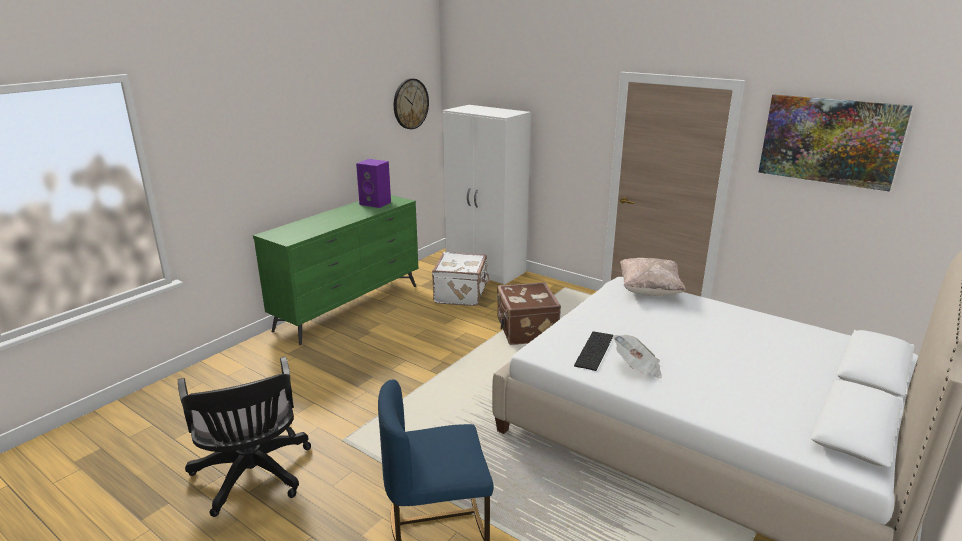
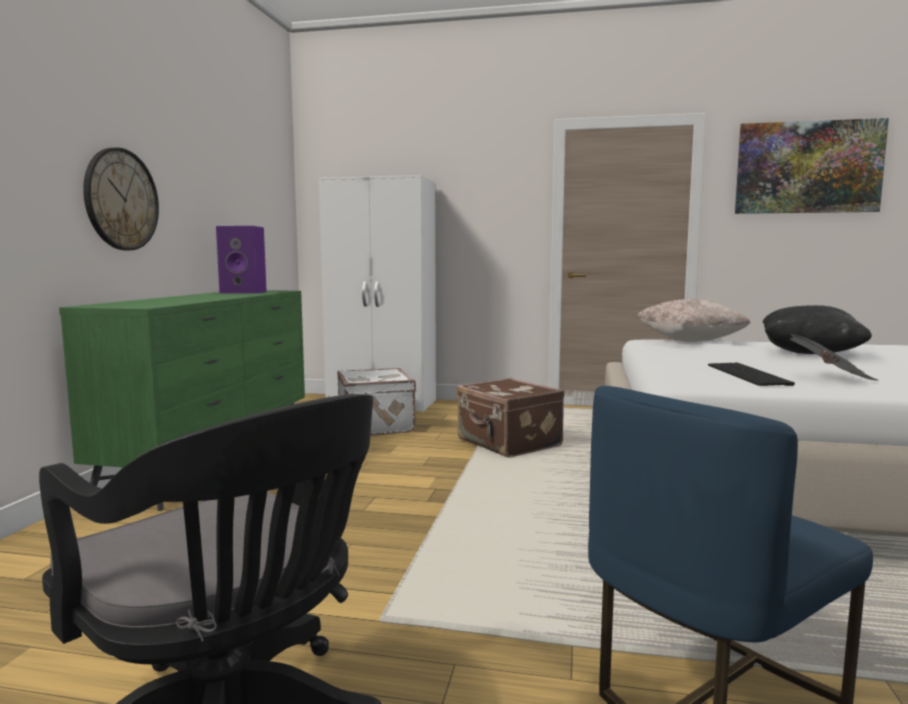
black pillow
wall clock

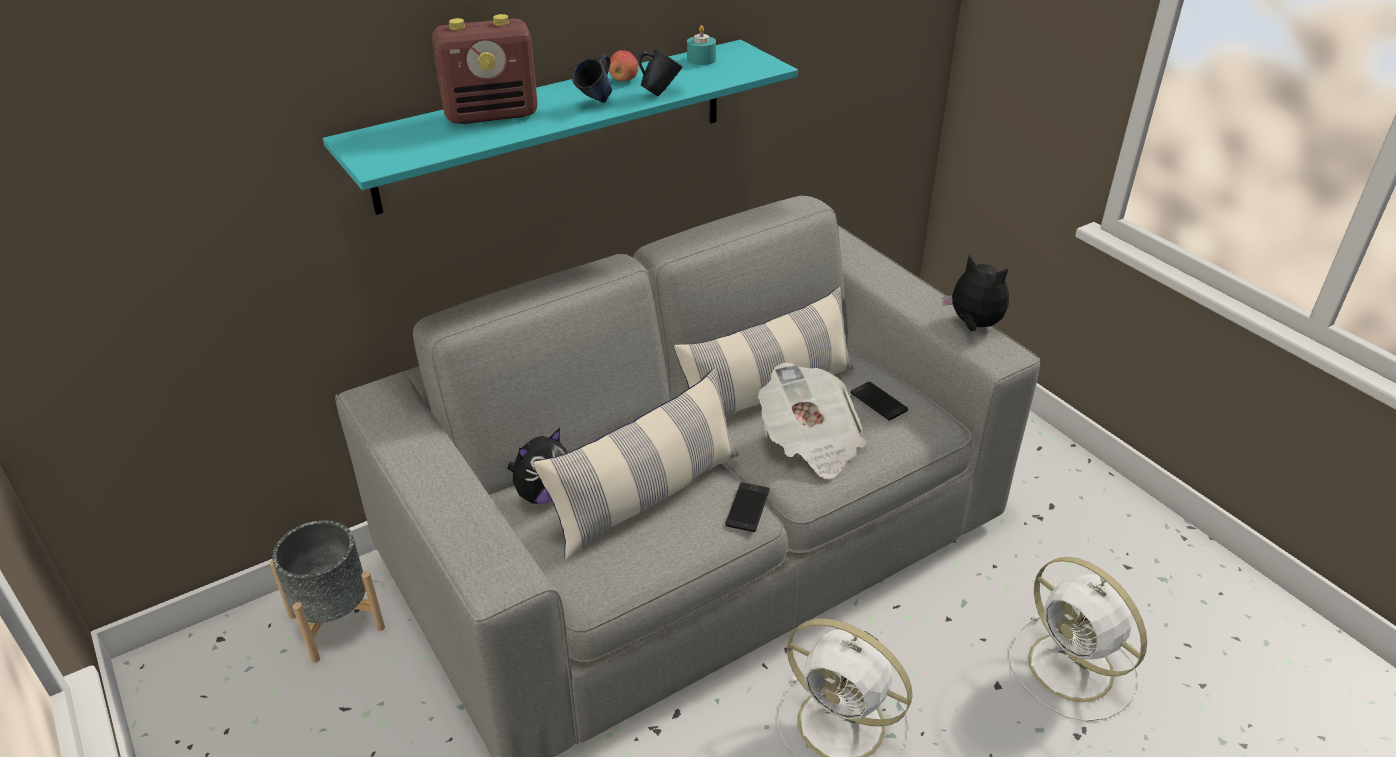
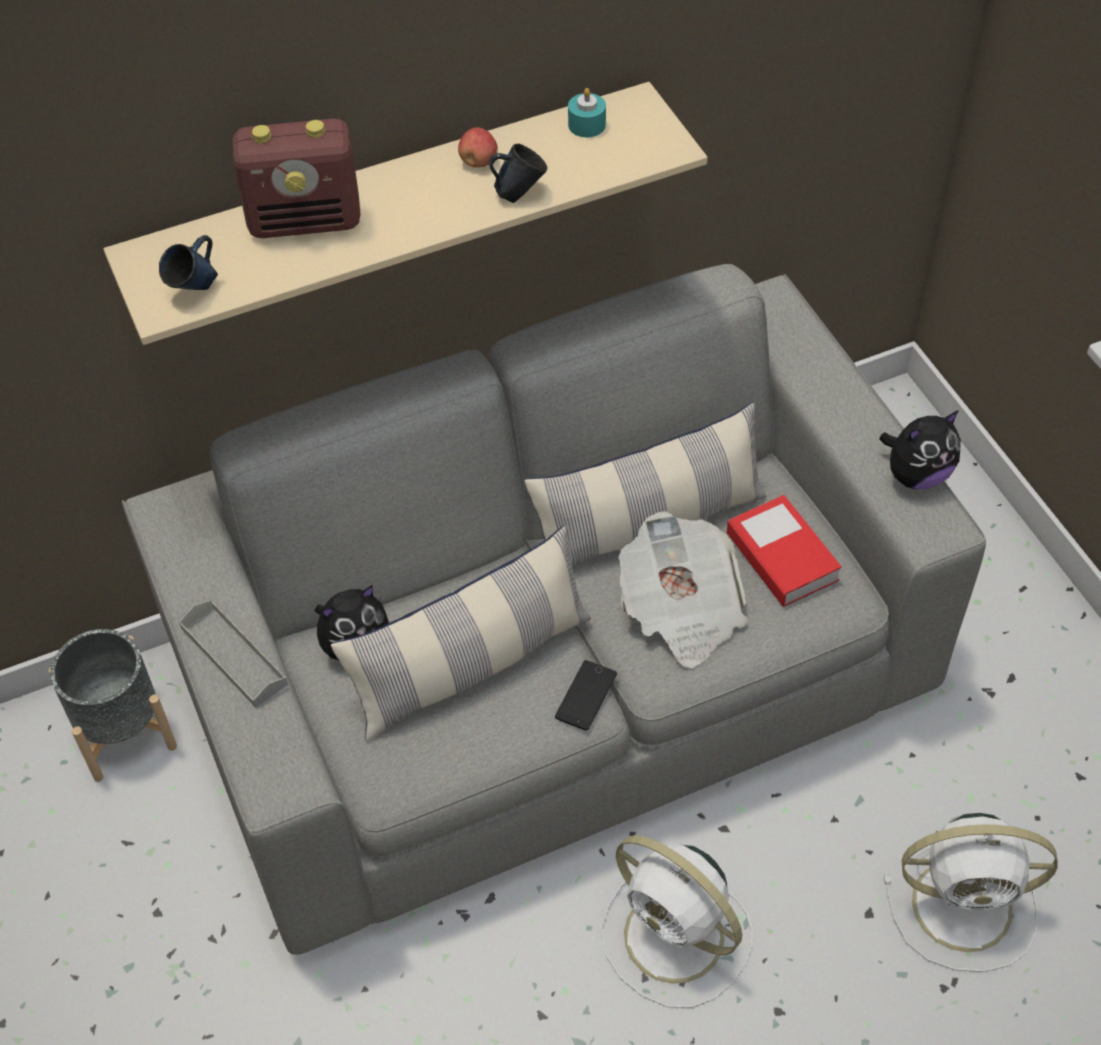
grey tray
blue mug (no. 1 from left)
book
beige shelf
plush toy (no. 2 from left)
white fan (no. 2 from left)

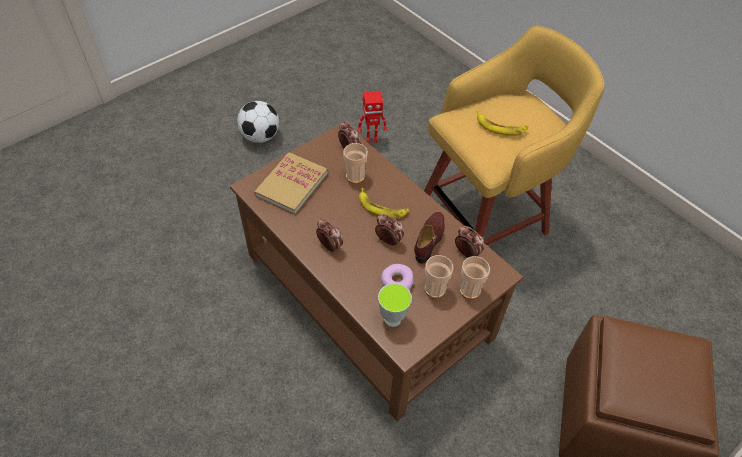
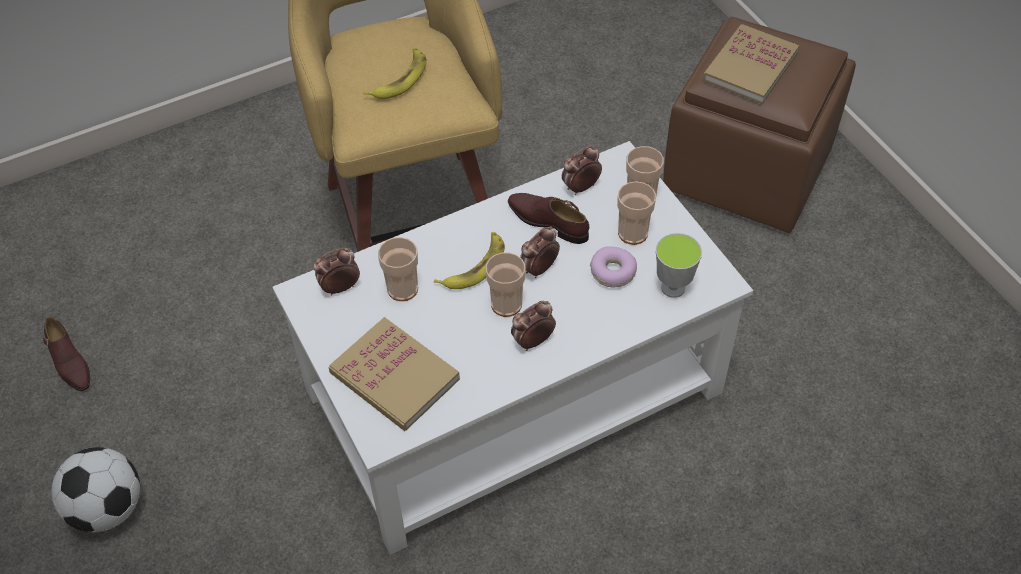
toy robot
brown shoe (no. 1 from left)
cup (no. 2 from left)
book (no. 2 from left)
white coffee table

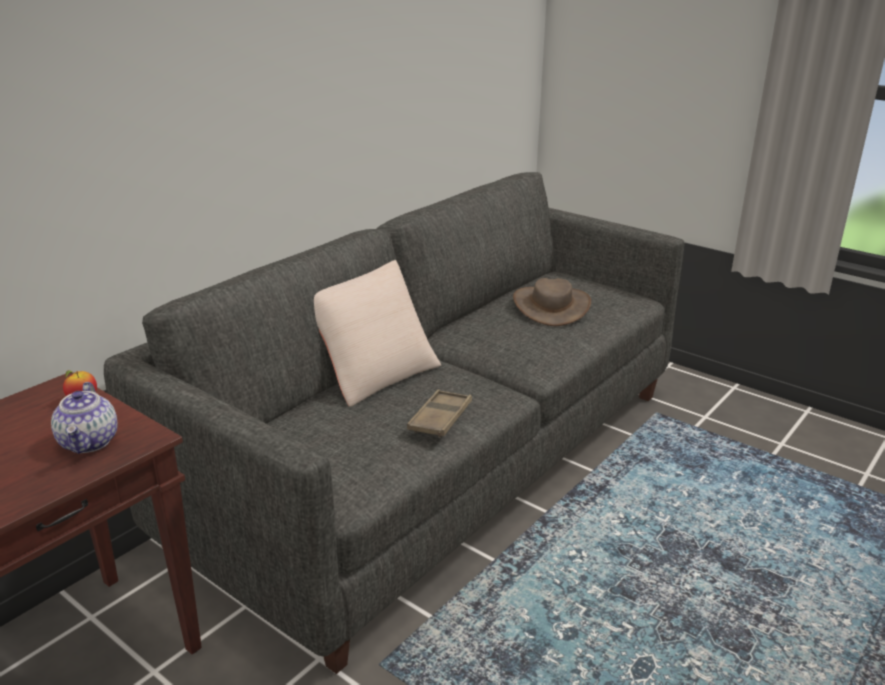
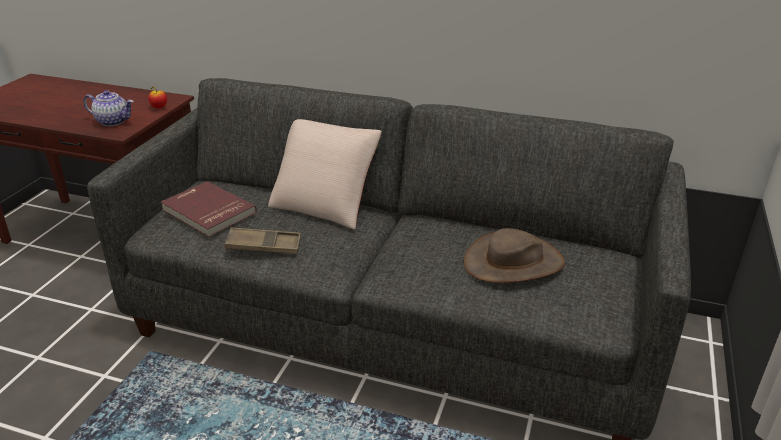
red book
teapot

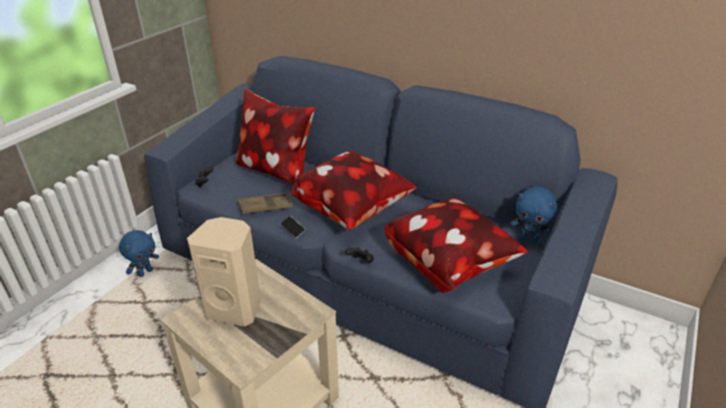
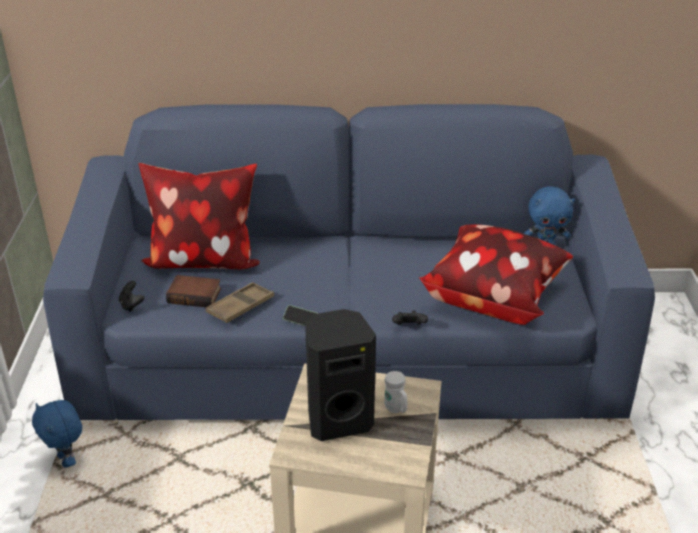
pillow (no. 2 from left in the first image)
book
white mug
black speaker
blue plush toy (no. 1 from left)

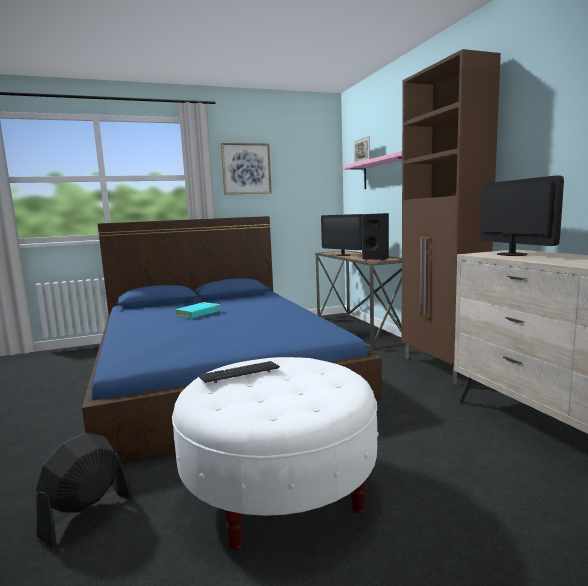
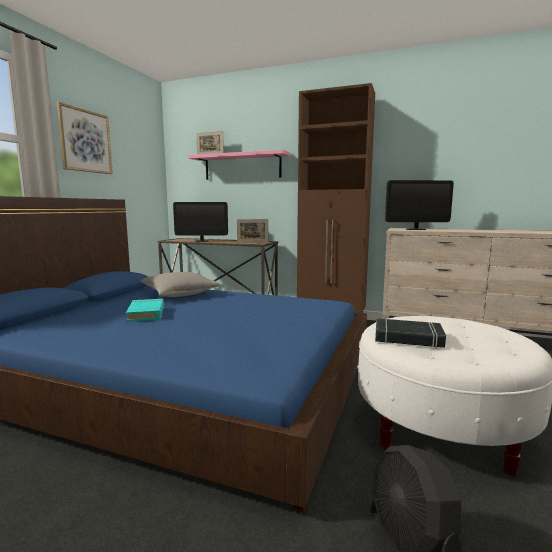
grey pillow
black book
picture frame (no. 2 from left)
monitor (no. 2 from left)

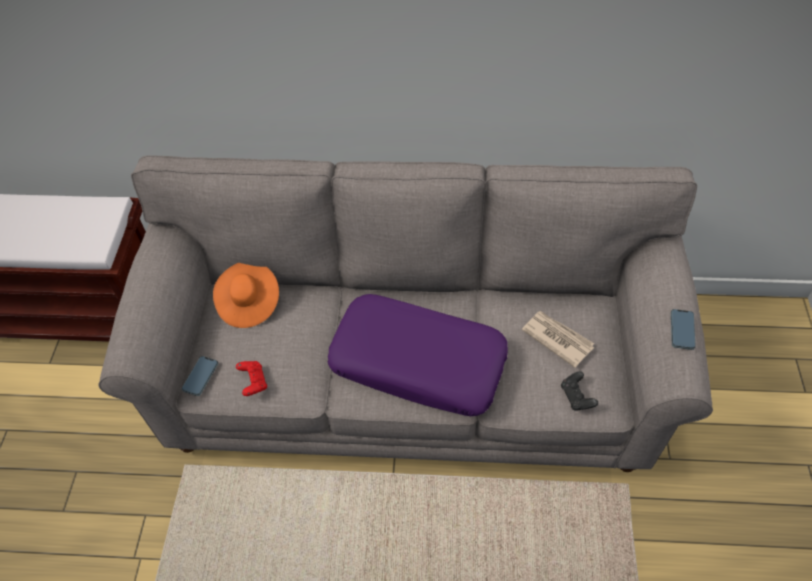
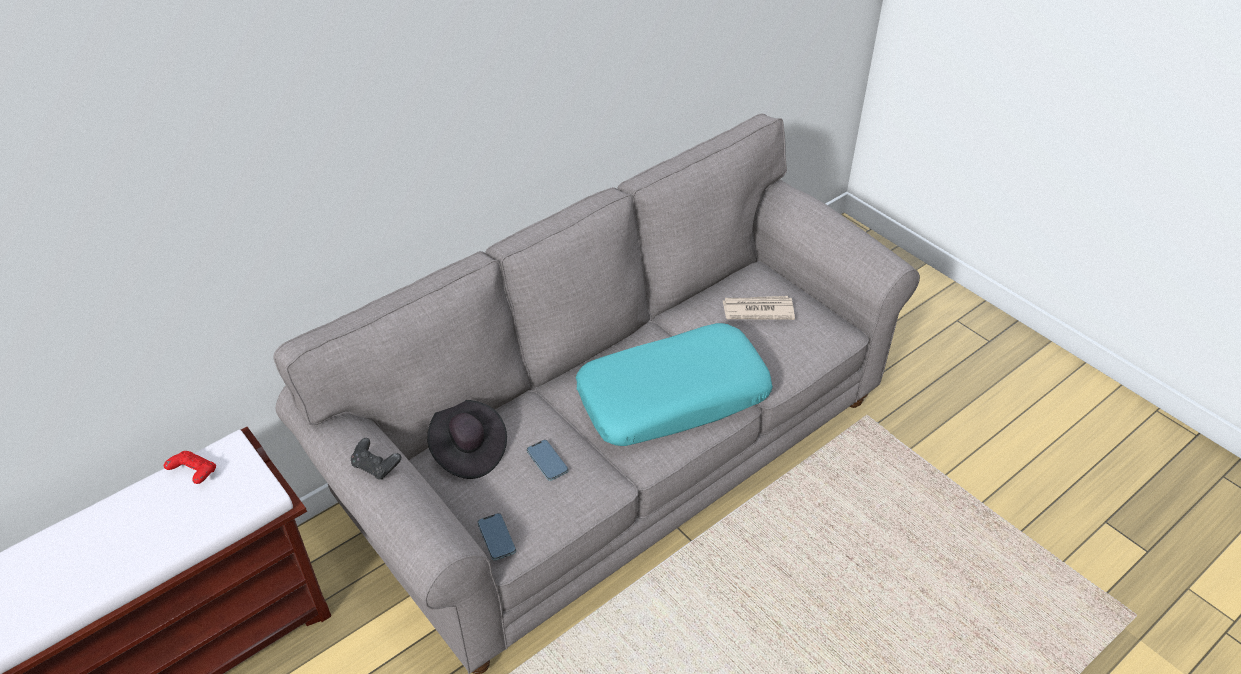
red game controller
black game controller
phone (no. 2 from left)
black hat
turquoise pillow

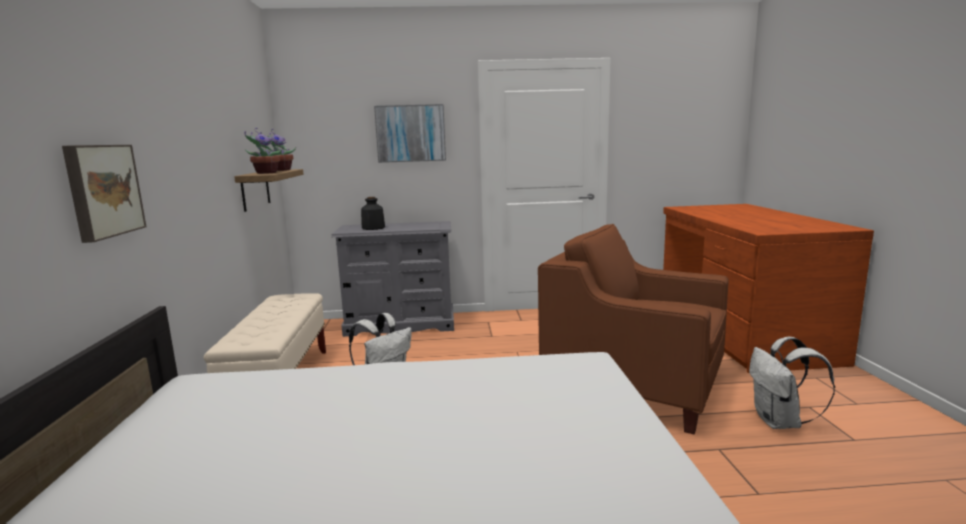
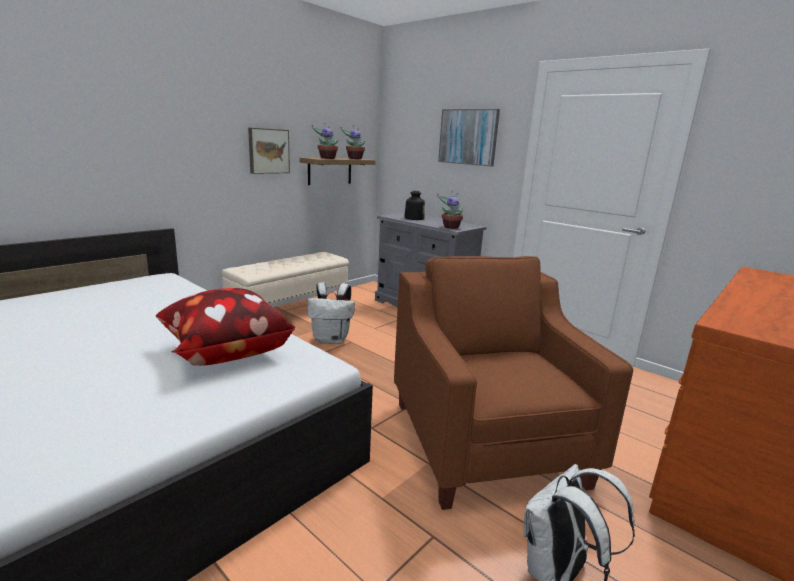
pillow
potted plant (no. 3 from left)
picture (no. 1 from left)

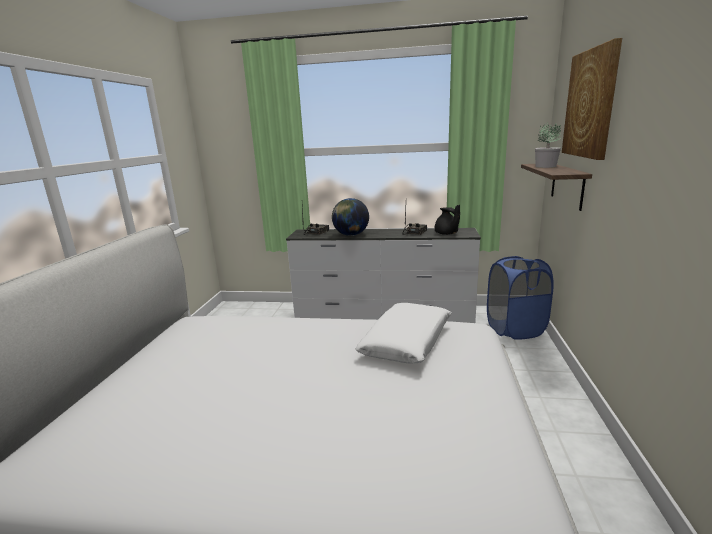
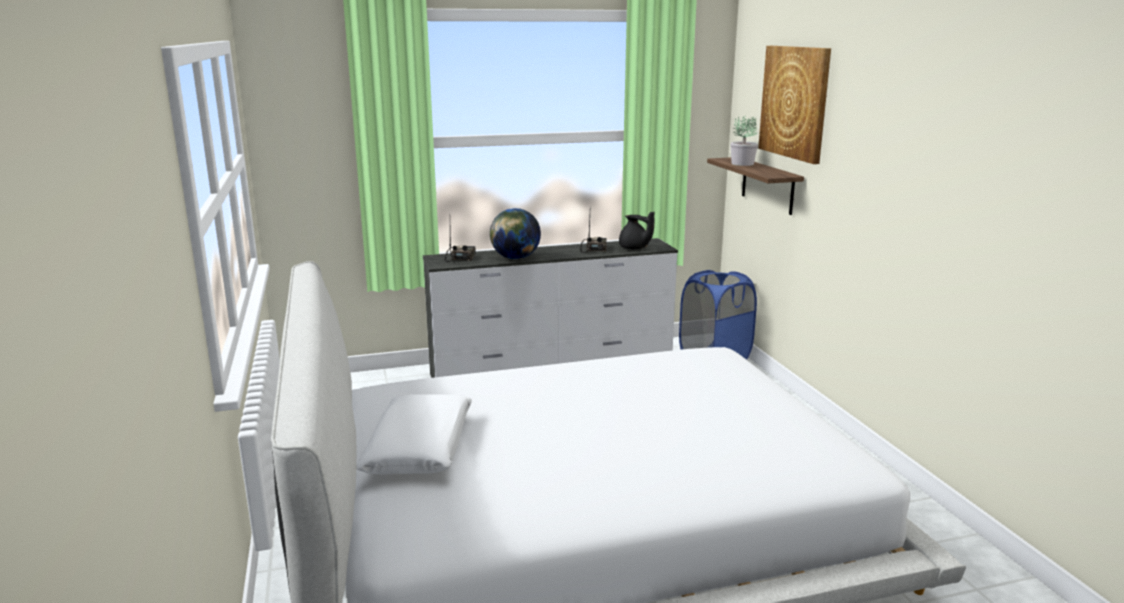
white pillow

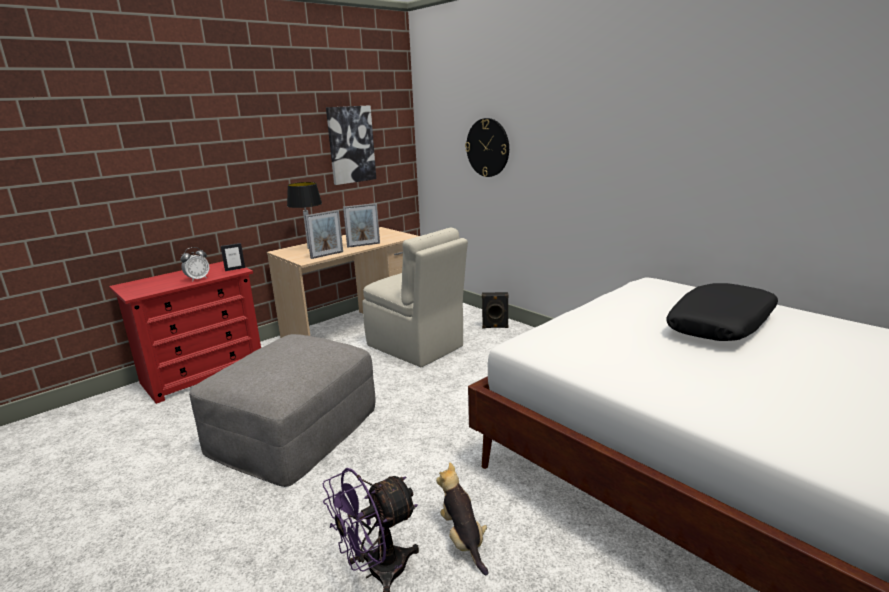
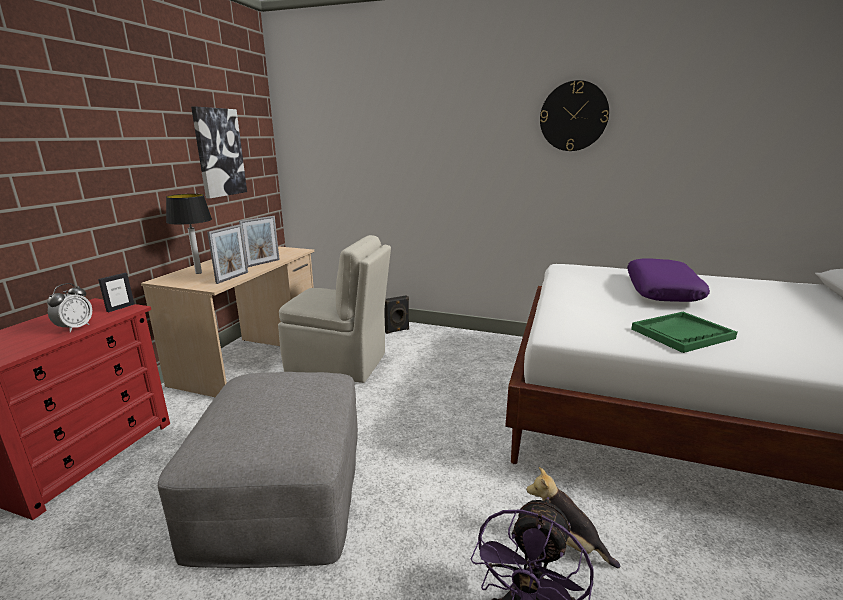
green tray
wall clock
purple pillow

